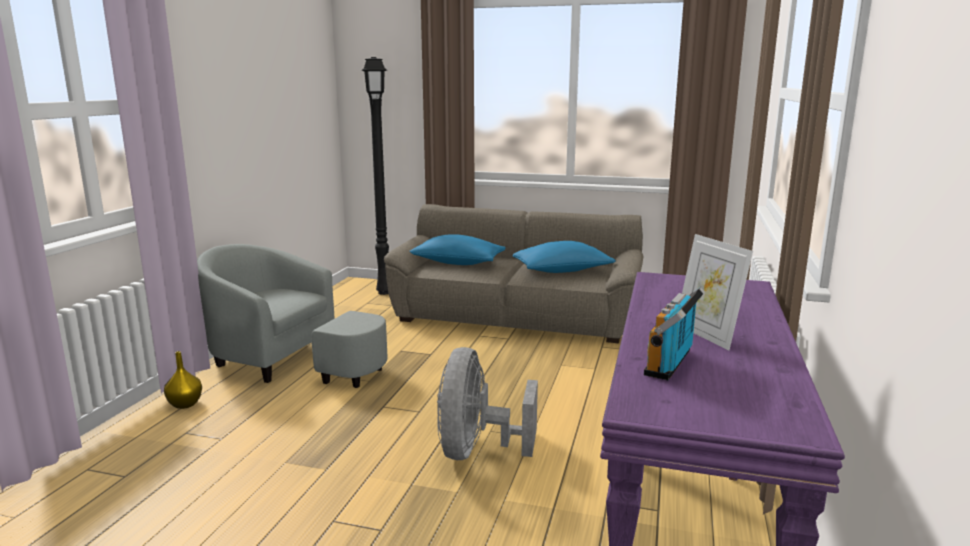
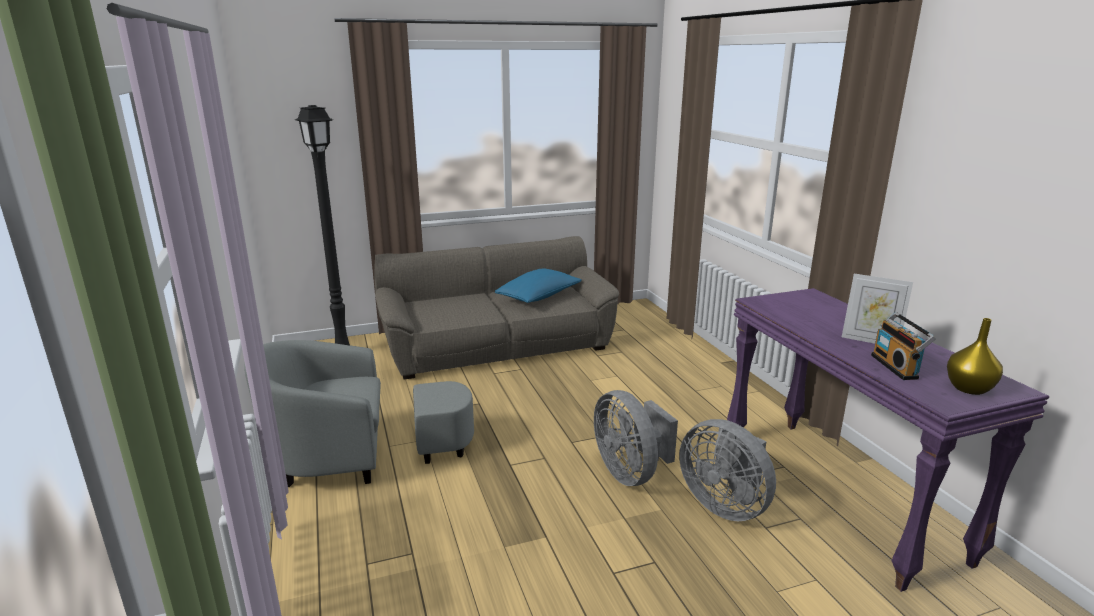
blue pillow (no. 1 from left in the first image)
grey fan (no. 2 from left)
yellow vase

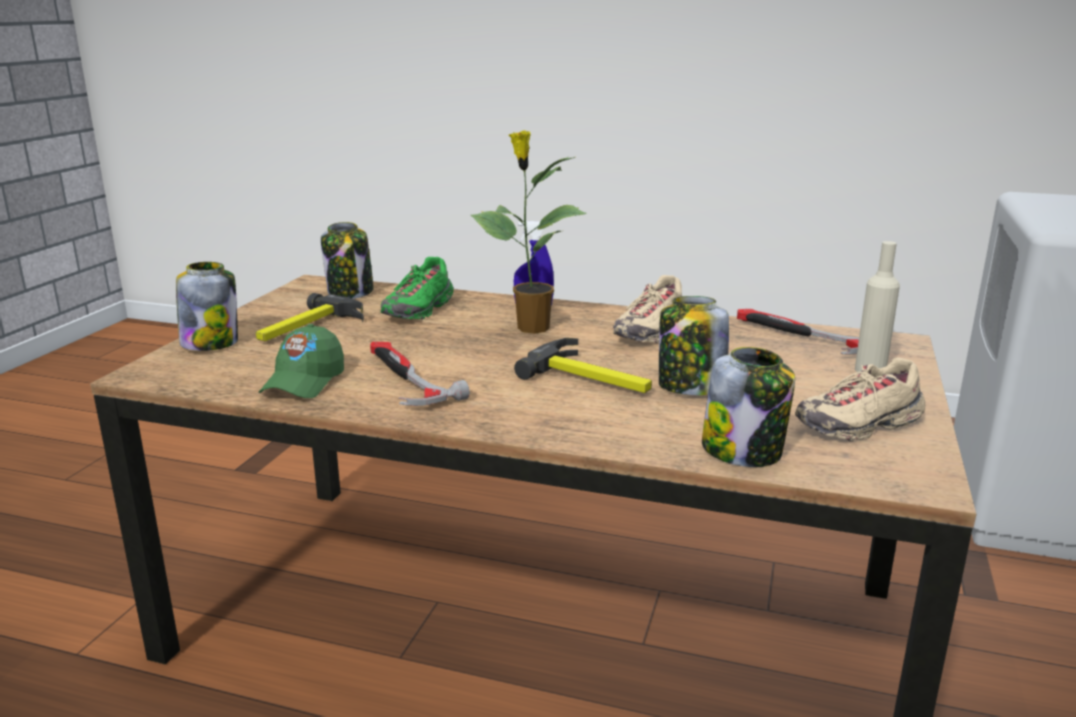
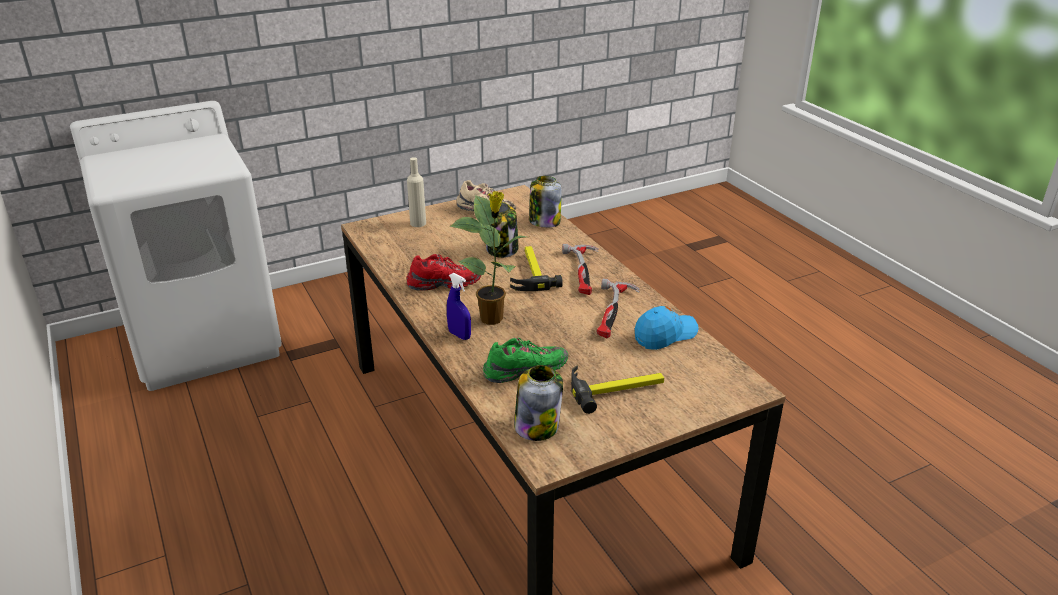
jar (no. 1 from left in the first image)
hammer (no. 2 from left)
blue cap
red shoe

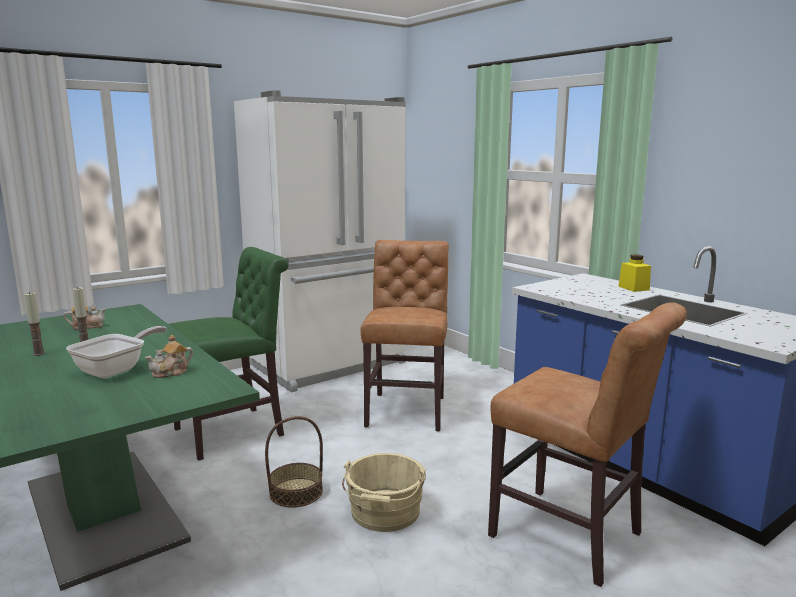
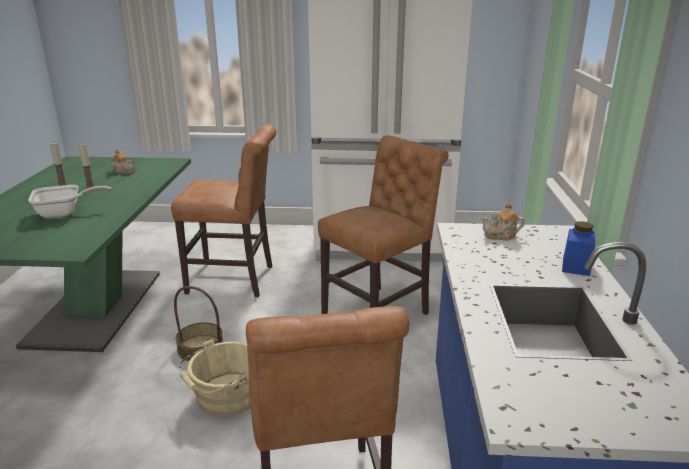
teapot (no. 2 from left)
brown chair (no. 1 from left)
blue jar

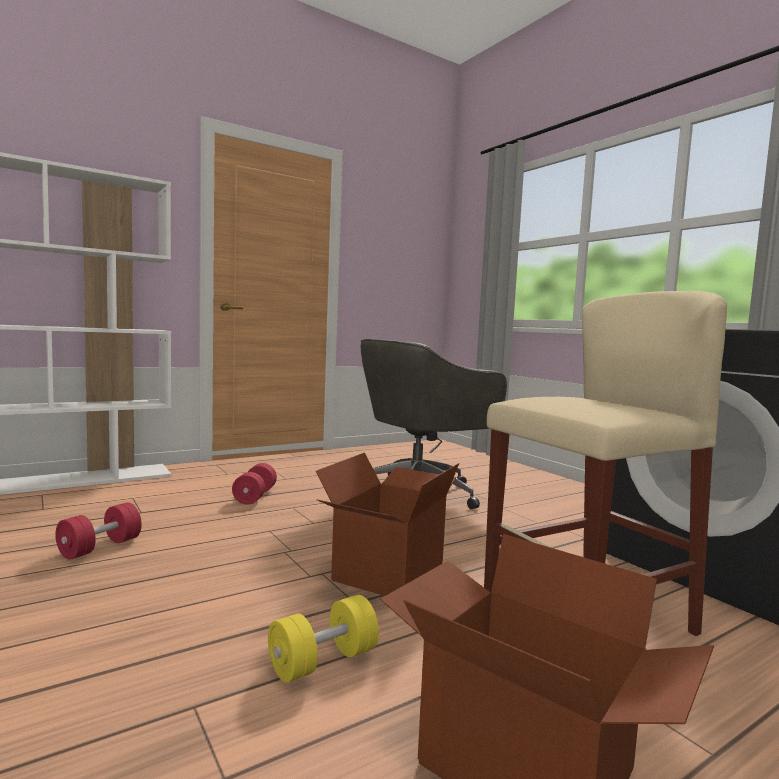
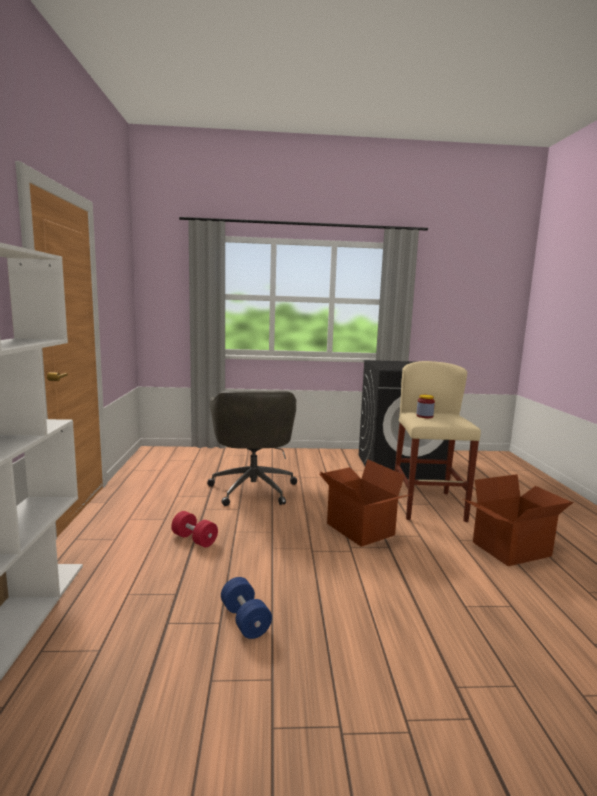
yellow dumbbell
jar
blue dumbbell

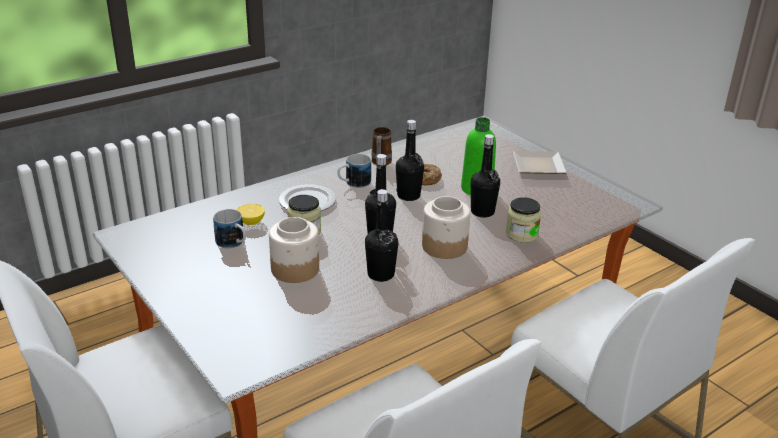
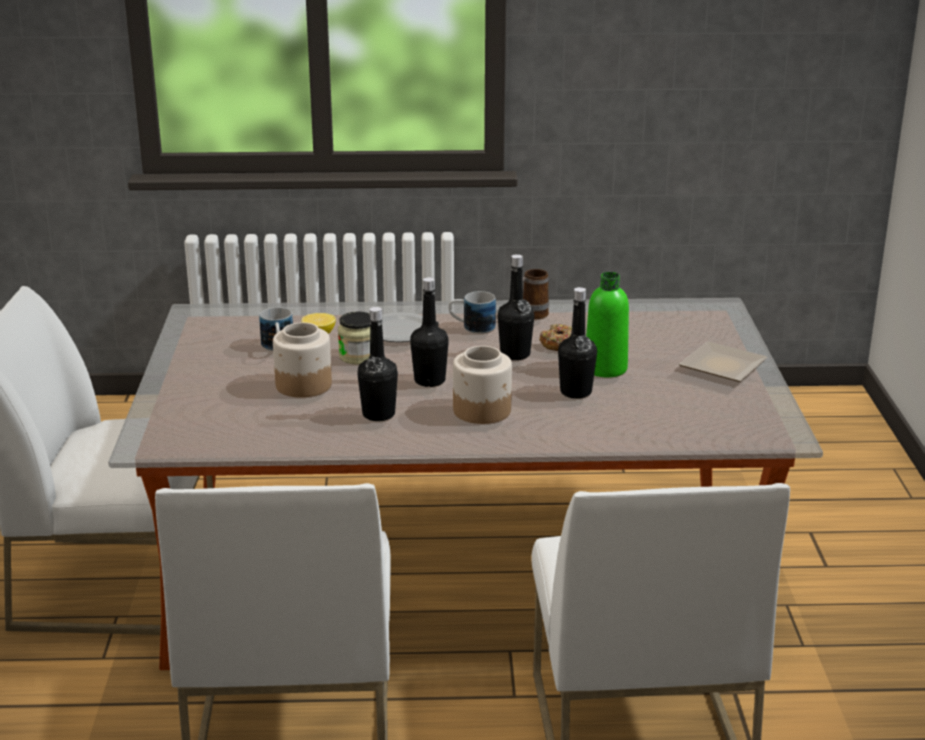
jar (no. 4 from left in the first image)

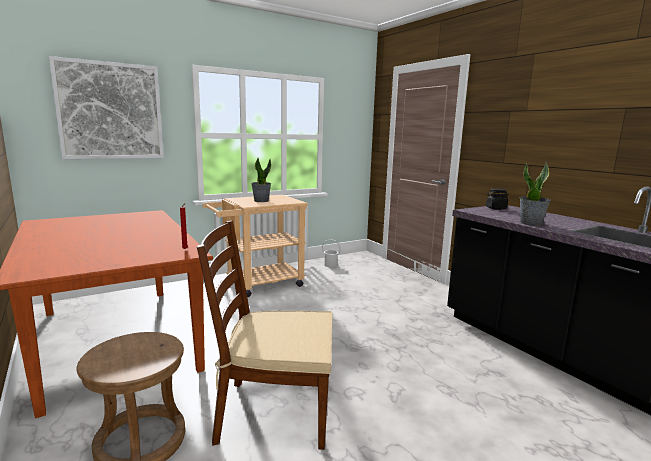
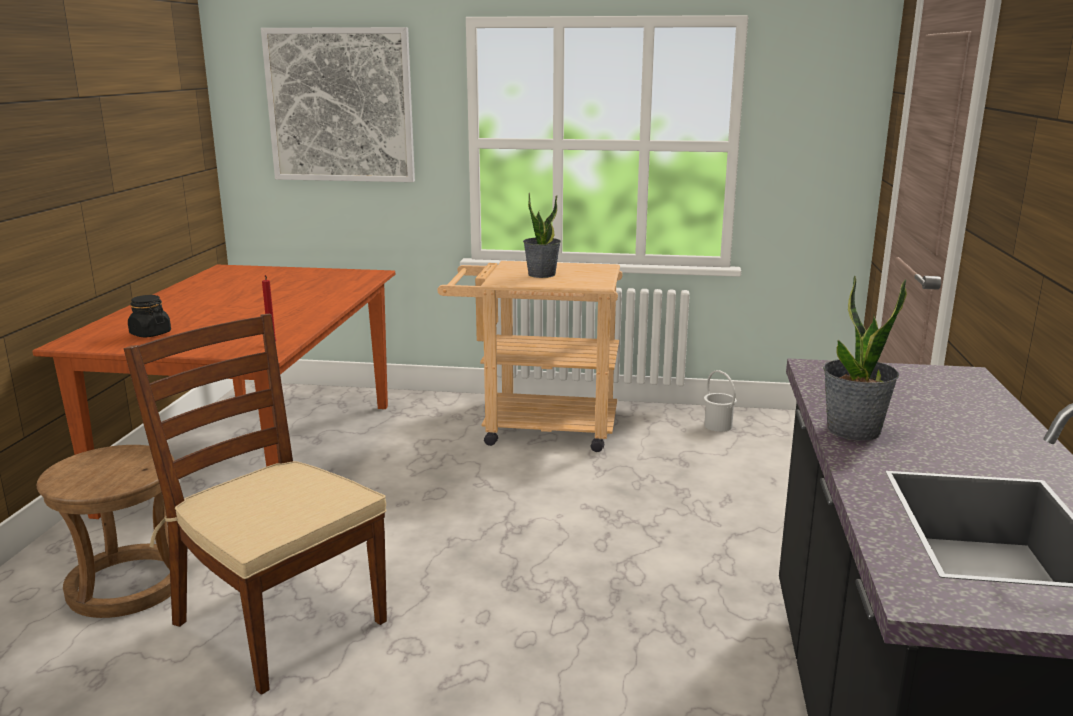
black jar

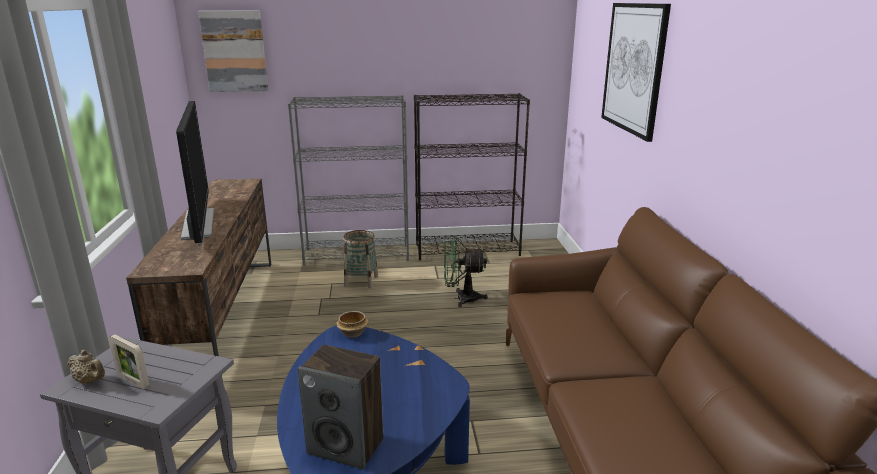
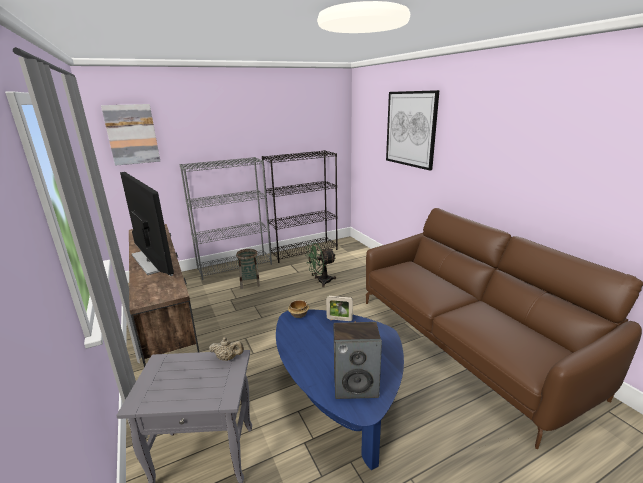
beige teapot
picture frame

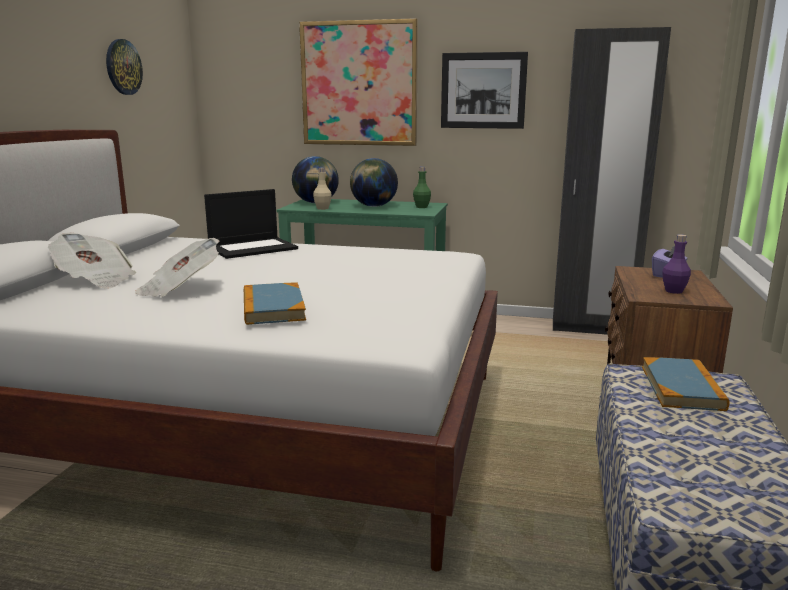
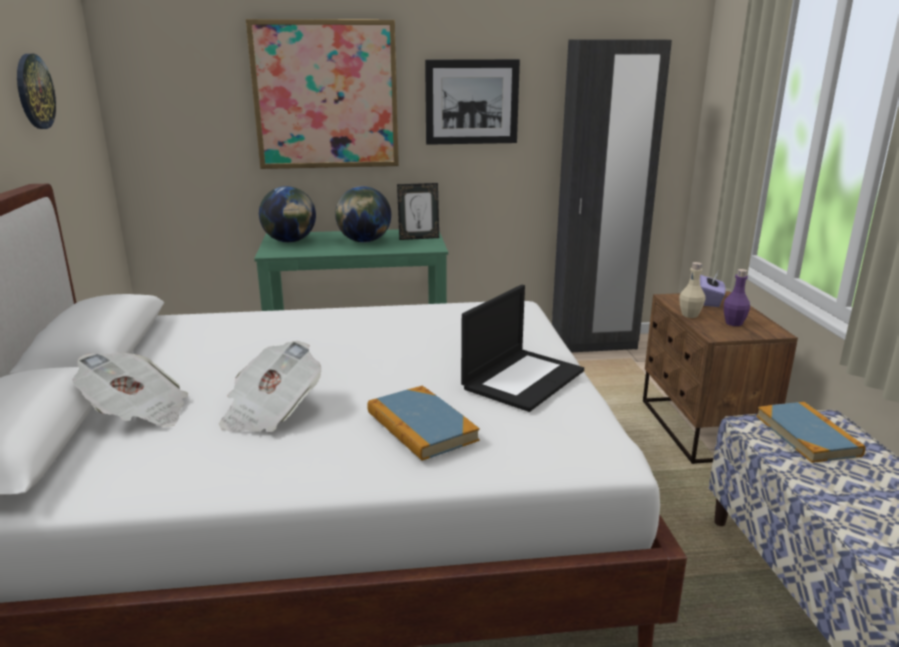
laptop
beige bottle
picture frame

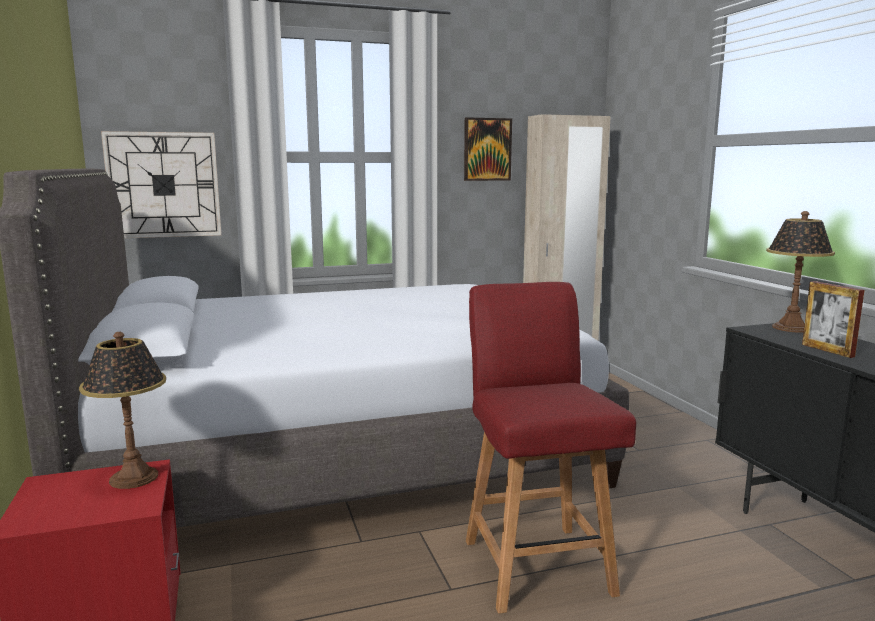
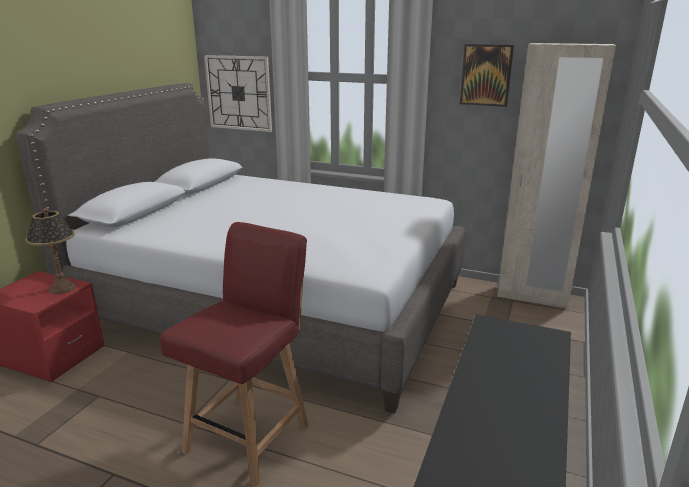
table lamp (no. 2 from left in the first image)
picture frame

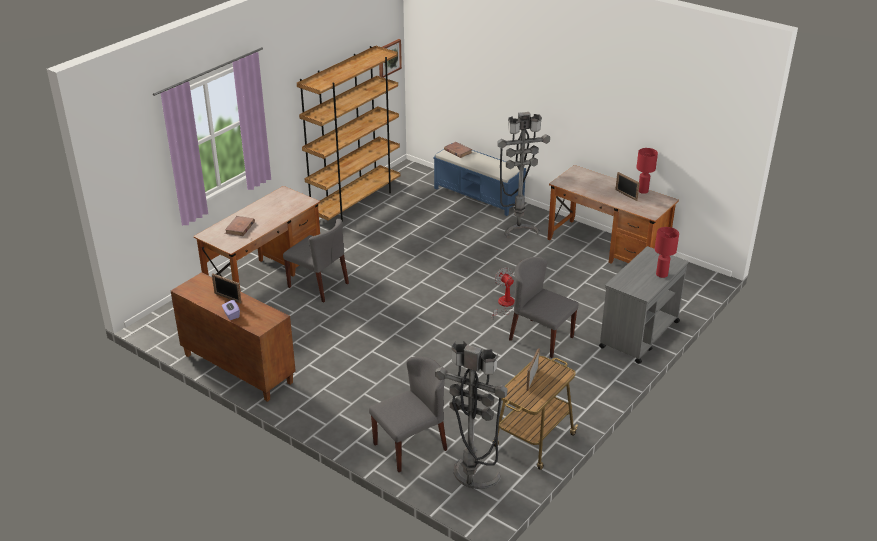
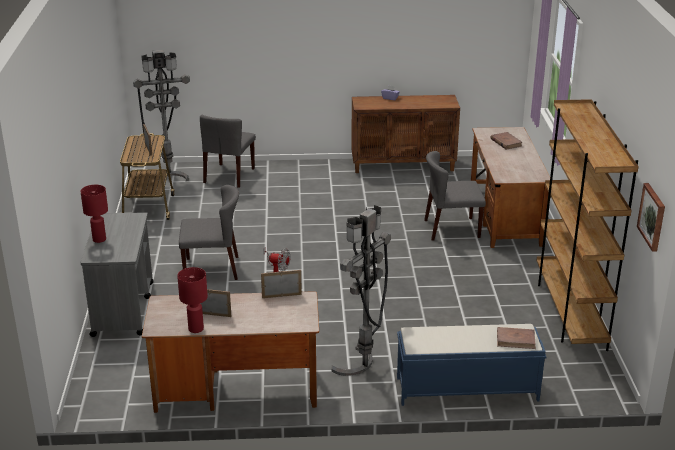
picture frame (no. 3 from left)

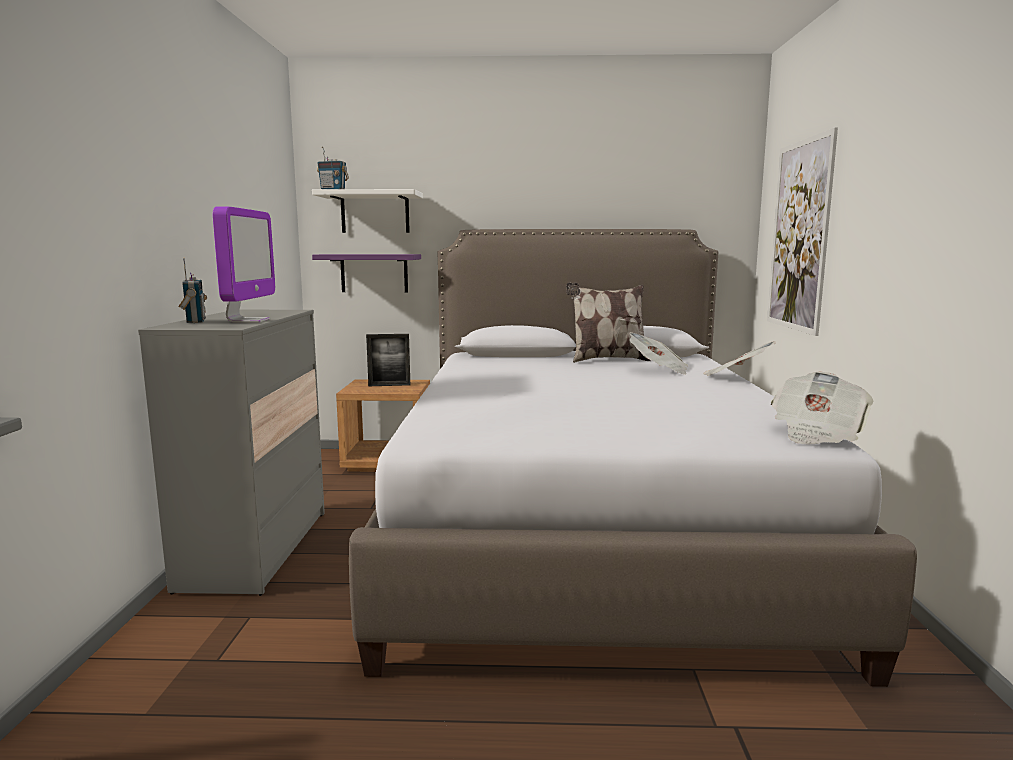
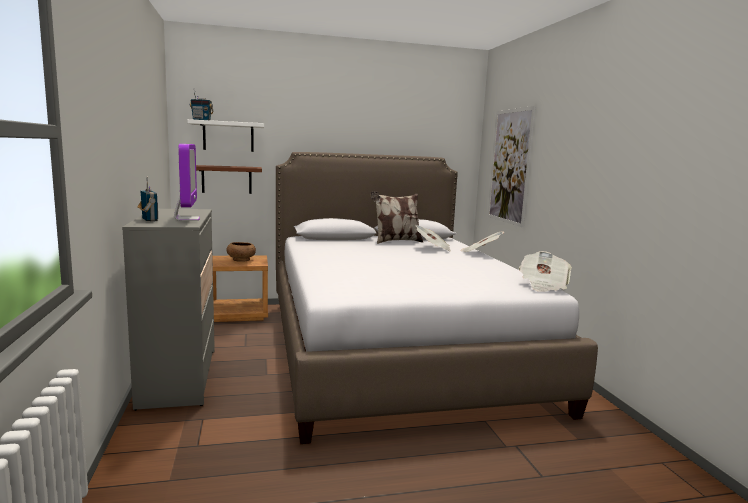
brown bowl
brown shelf

